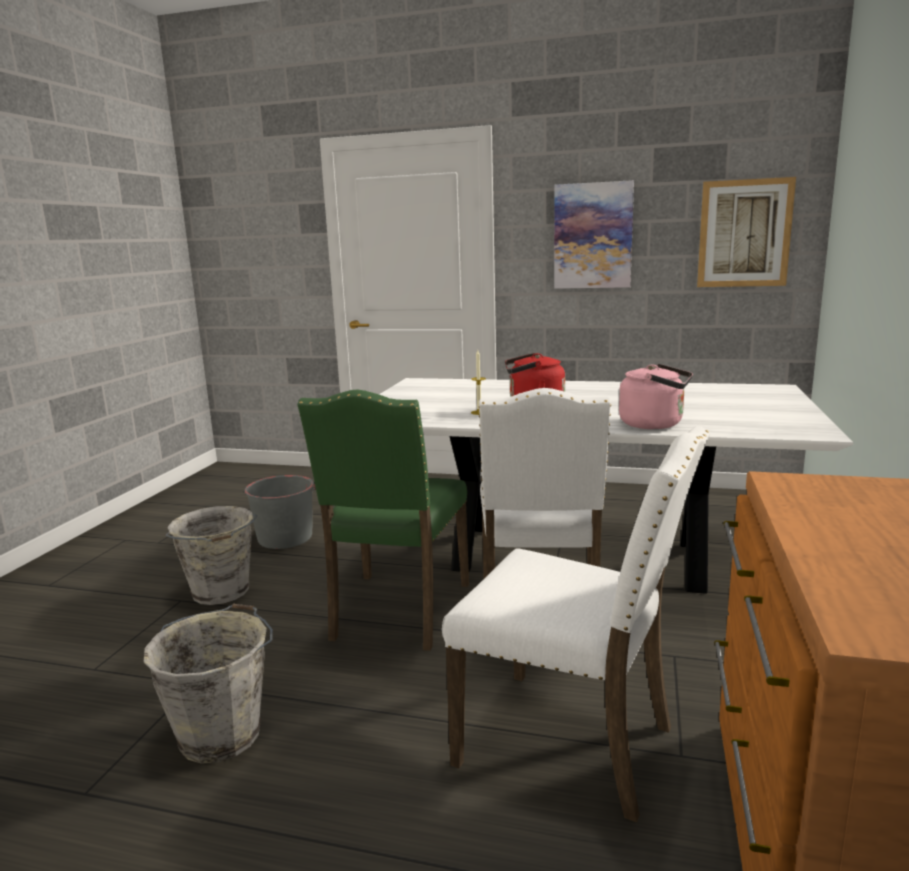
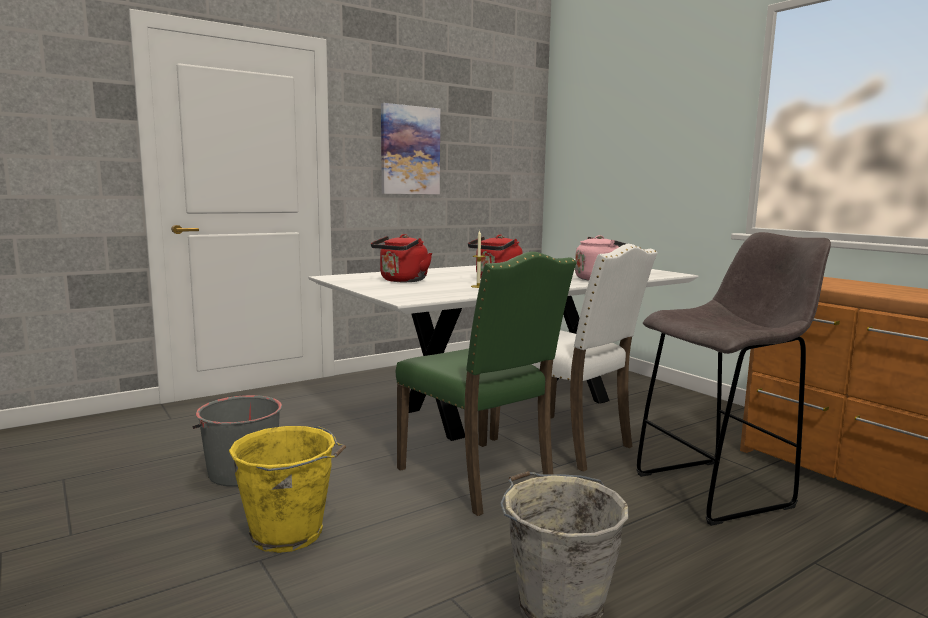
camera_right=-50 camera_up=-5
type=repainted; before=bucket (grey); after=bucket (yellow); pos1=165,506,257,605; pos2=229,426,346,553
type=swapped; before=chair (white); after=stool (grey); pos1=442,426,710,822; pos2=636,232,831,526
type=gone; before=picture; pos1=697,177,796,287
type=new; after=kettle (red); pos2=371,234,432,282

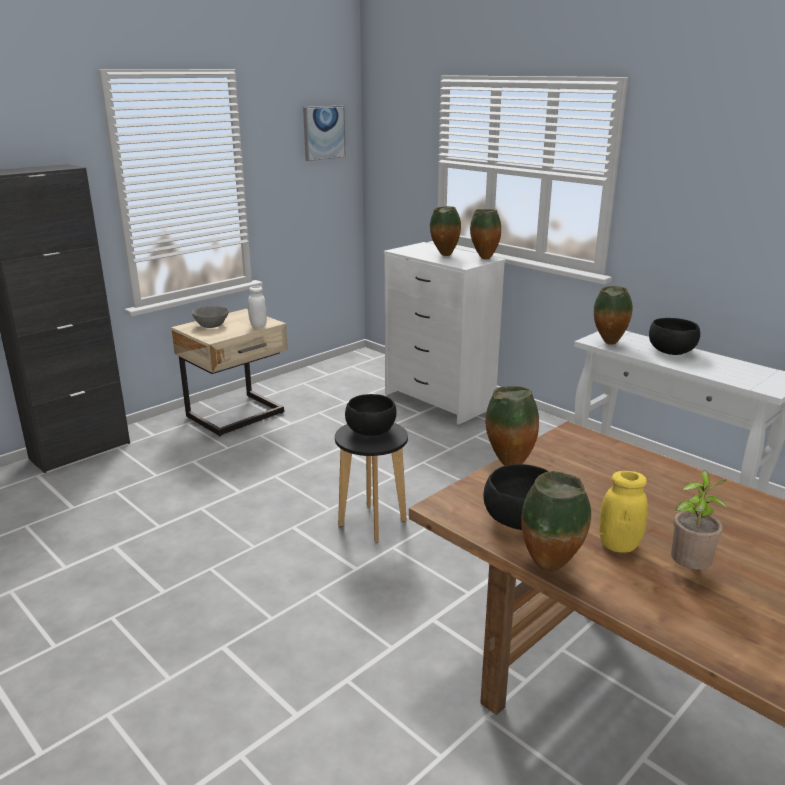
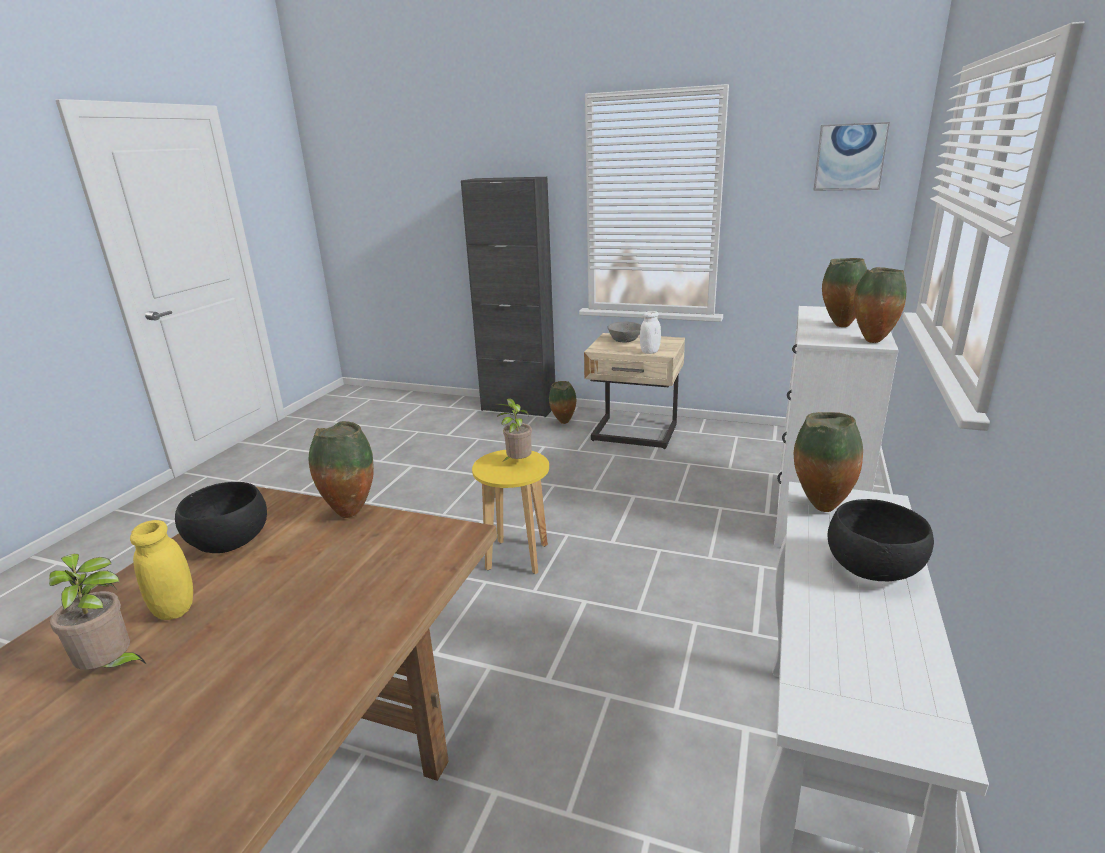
camera_right=65 camera_up=0
type=repainted; before=stool (black); after=stool (yellow); pos1=335,423,408,543; pos2=472,450,549,574
type=swapped; before=bowl (black); after=potted plant; pos1=345,394,397,436; pos2=497,398,532,462
type=shifted; before=vase; pos1=521,471,591,573; pos2=549,381,576,424

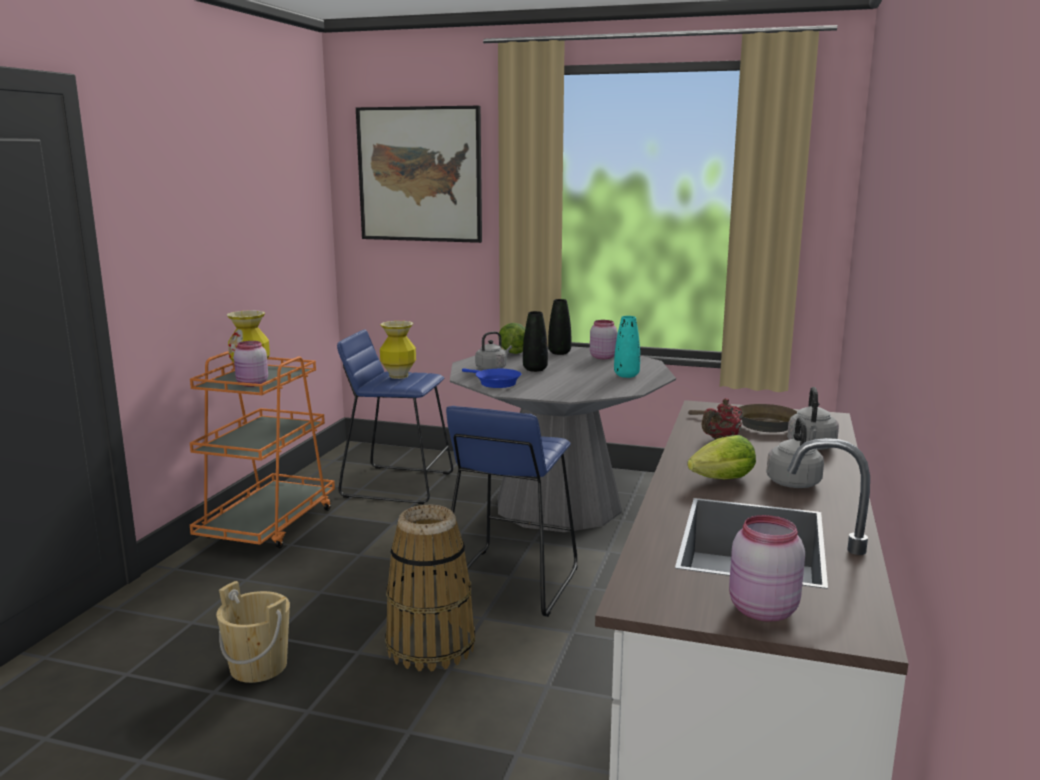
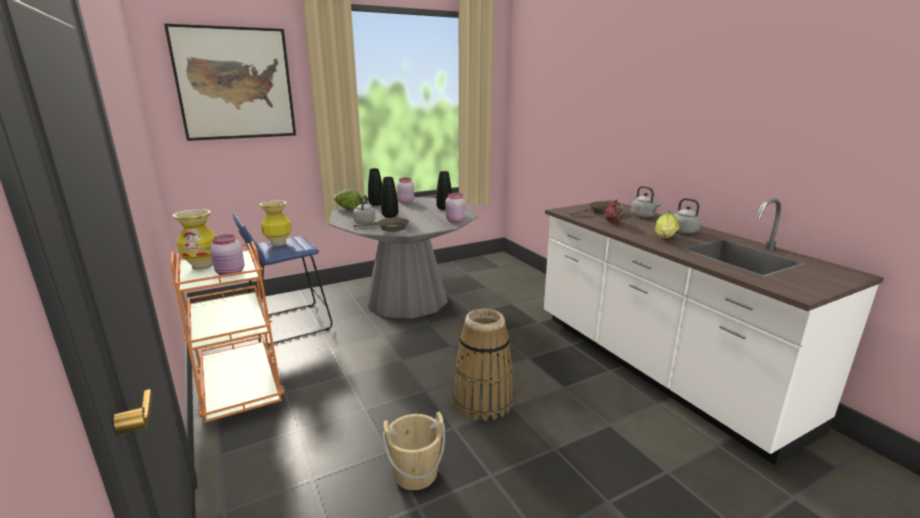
camera_right=-45 camera_up=5
type=gone; before=stool (blue); pos1=444,406,578,617
type=repainted; before=frying pan (blue); after=frying pan (brown); pos1=462,368,521,388; pos2=354,218,409,232
type=repainted; before=vase (turquoise); after=vase (black); pos1=614,316,640,378; pos2=436,171,452,210
type=shifted; before=jar (pink); pos1=729,515,805,622; pos2=445,193,466,223

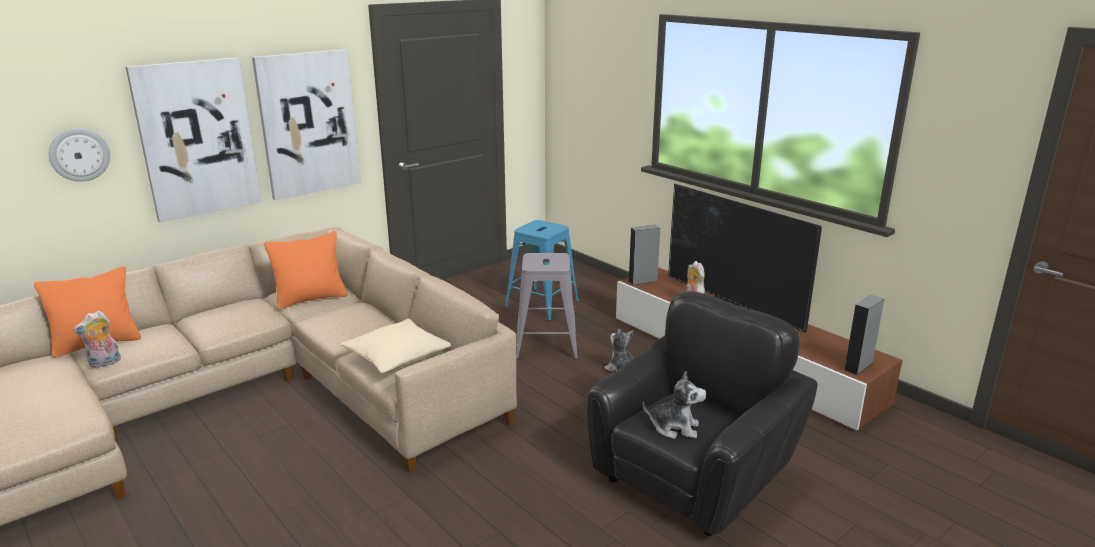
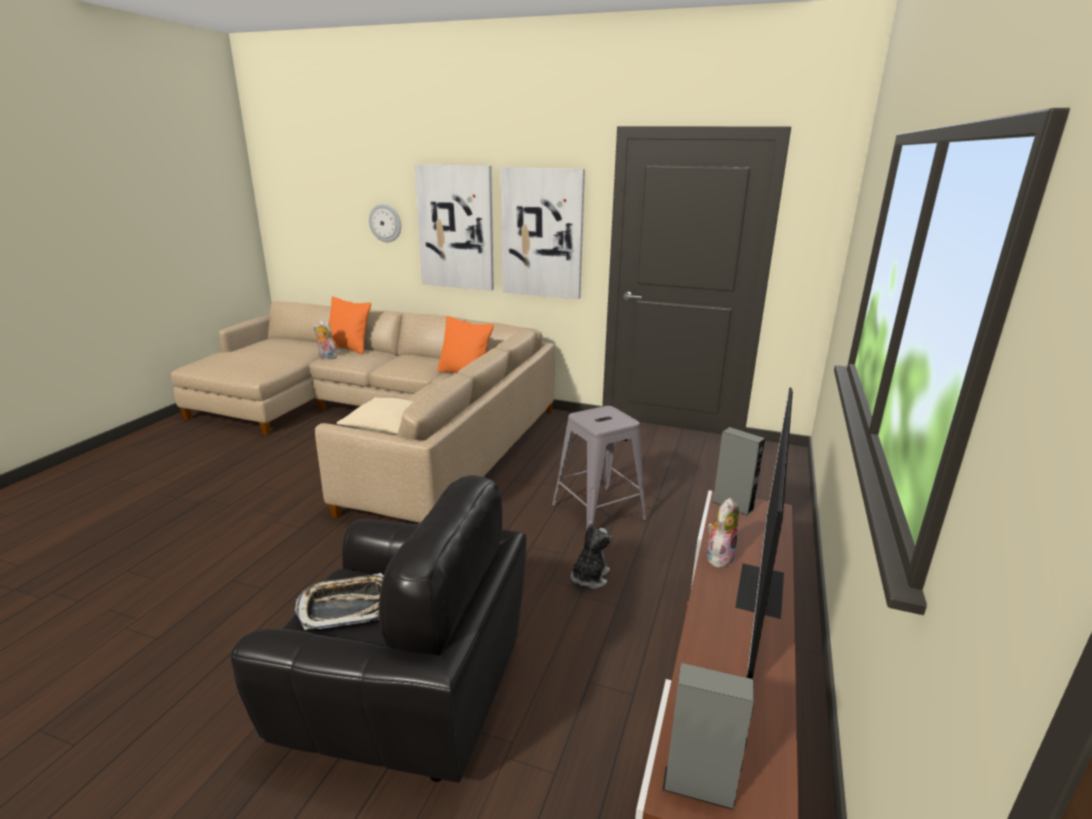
camera_right=60 camera_up=0
type=gone; before=stool (blue); pos1=505,220,579,321
type=swapped; before=plush toy; after=tray; pos1=643,371,707,439; pos2=295,573,384,630

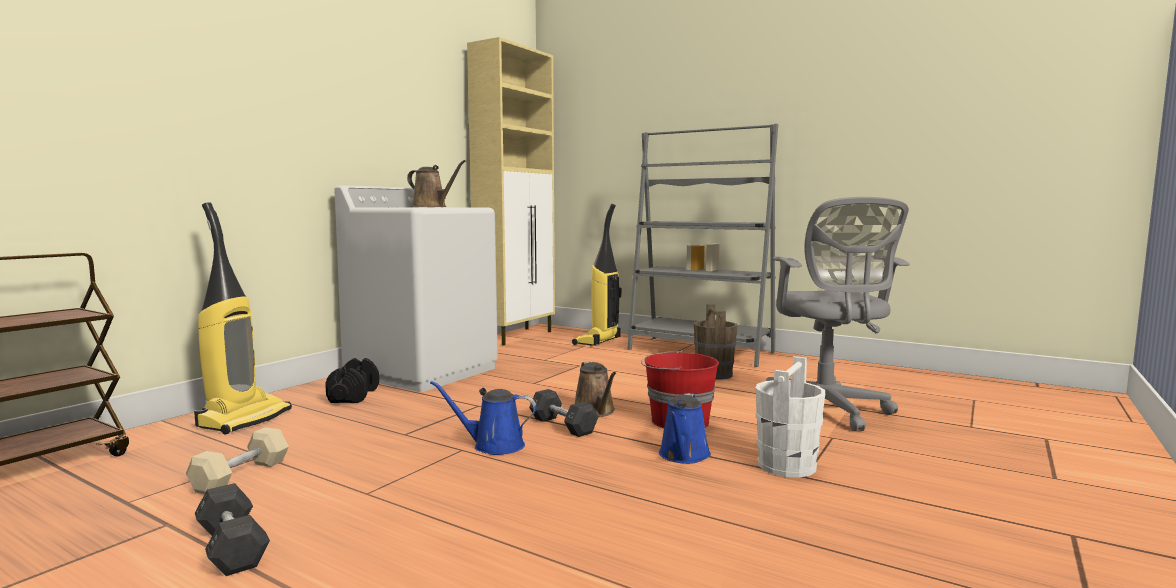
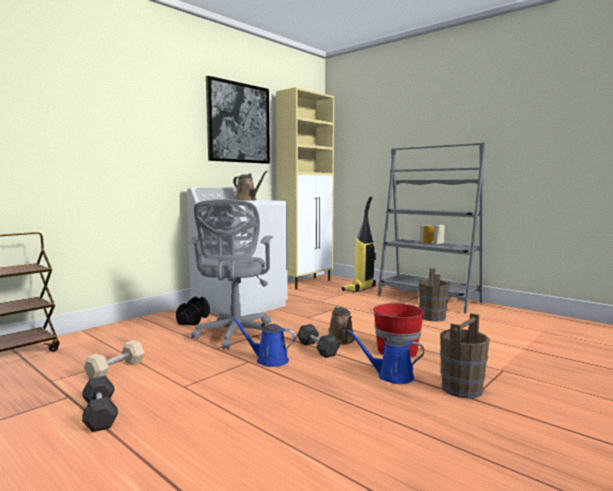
camera_right=10 camera_up=0
type=gone; before=vacuum cleaner; pos1=194,202,292,435
type=rotated; before=watering can (blue); pos1=659,393,711,464; pos2=347,330,424,384; turn=75
type=repainted; before=bucket (white); after=bucket (brown); pos1=756,356,825,478; pos2=440,313,490,399
type=shifted; before=office chair (grey); pos1=766,197,910,431; pos2=188,199,273,350
type=new; after=picture; pos2=206,76,270,164

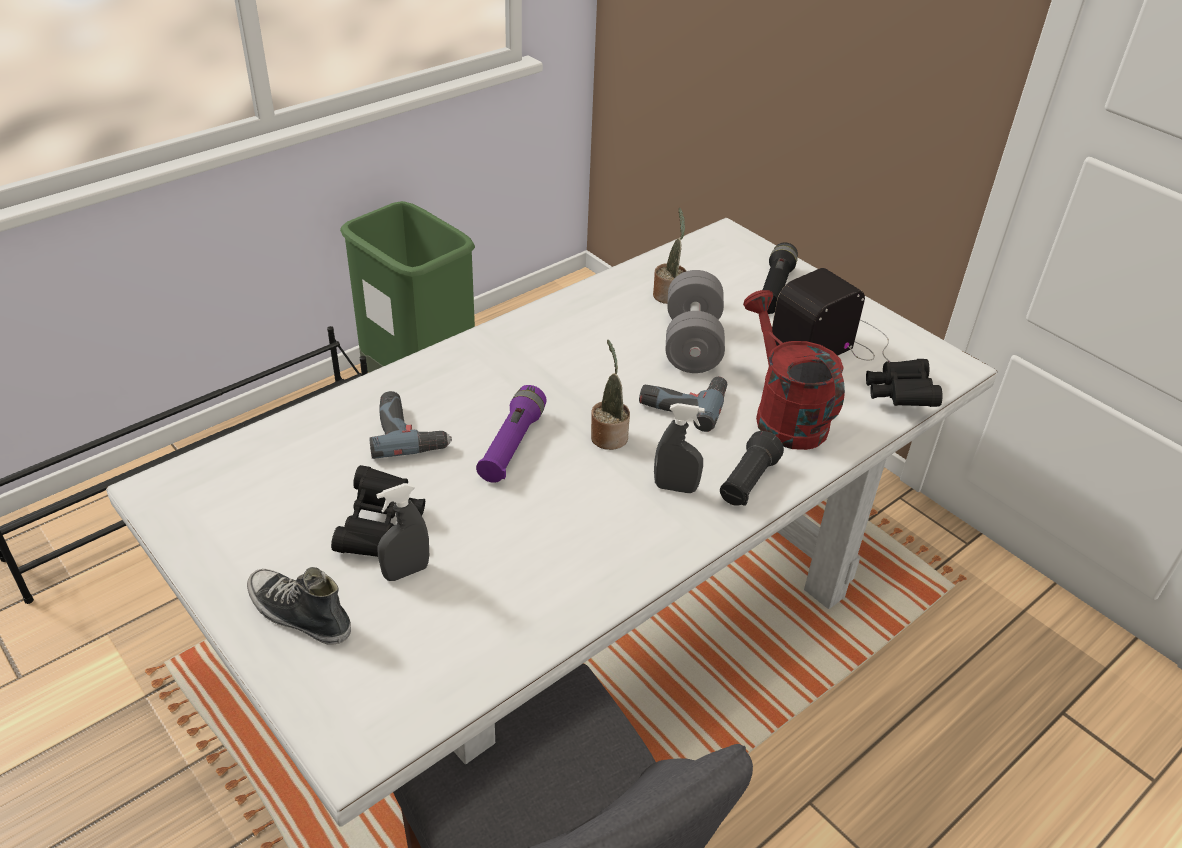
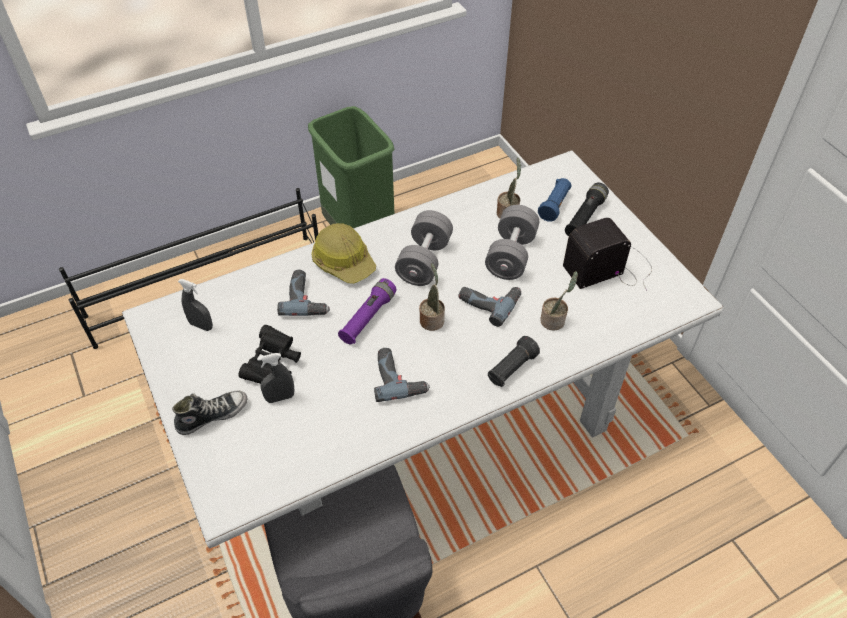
camera_right=15 camera_up=10
type=rotated; before=shoe; pos1=247,567,351,645; pos2=172,391,247,435; turn=105
type=shifted; before=spray bottle (grey); pos1=654,403,705,493; pos2=178,279,213,331
type=swapped; before=watering can (red); after=potted plant; pos1=743,290,845,450; pos2=540,271,578,331
type=gone; before=binoculars (black); pos1=866,359,943,407
type=new; after=hard hat; pos2=312,223,376,284
type=new; after=power drill; pos2=374,348,430,402
type=new; after=dumbbell (grey); pos2=395,210,453,286
type=new; after=flashlight (blue); pos2=538,178,571,222

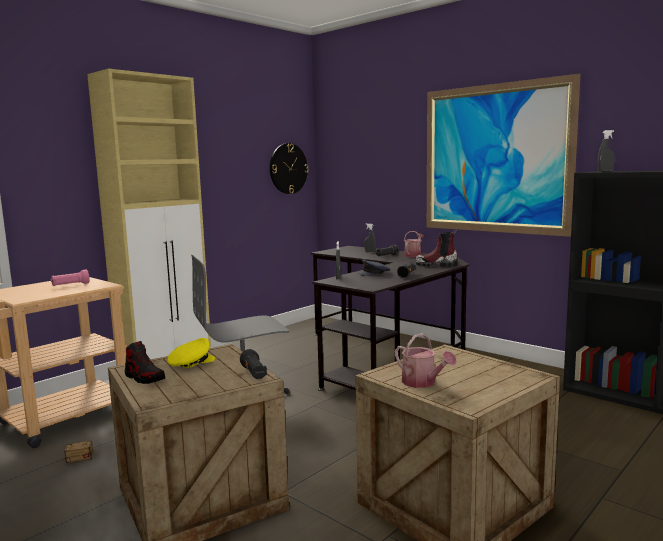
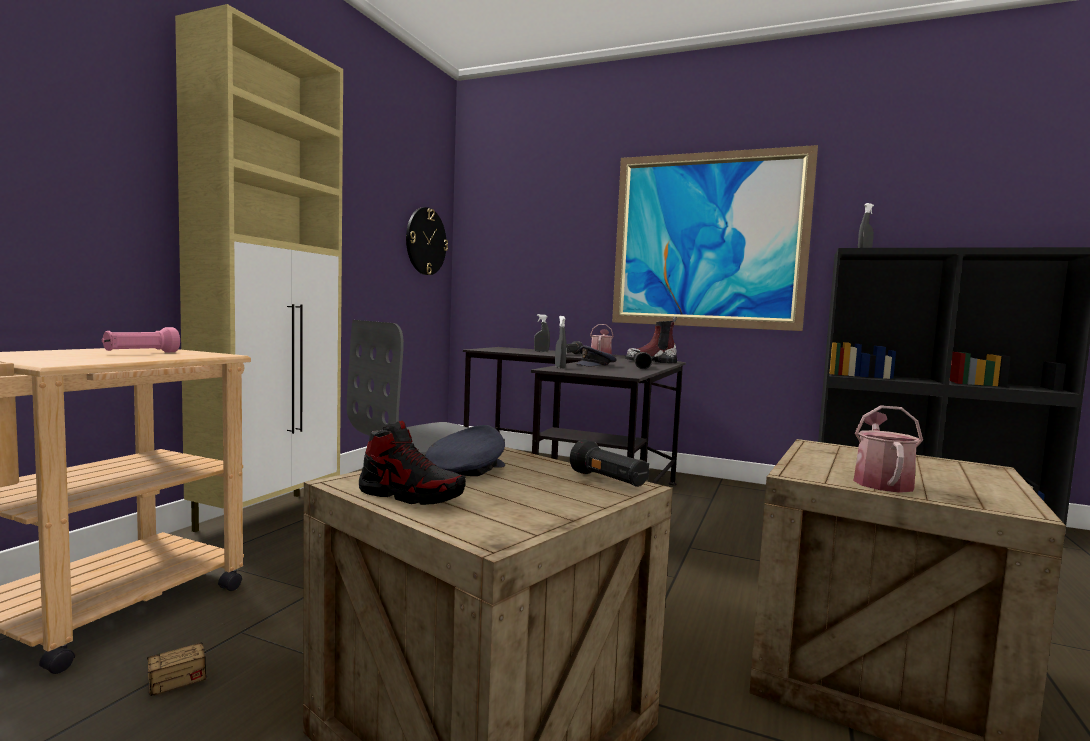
camera_right=-20 camera_up=-5
type=repainted; before=cap (yellow); after=cap (grey); pos1=167,338,215,368; pos2=425,425,505,476
type=rotated; before=watering can; pos1=395,333,457,388; pos2=854,405,923,493; turn=-105

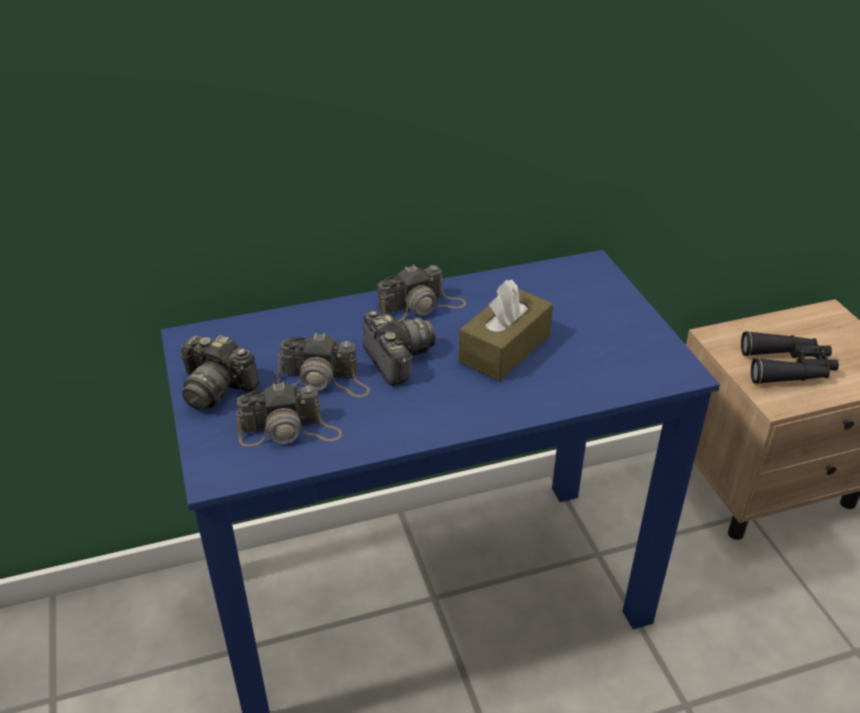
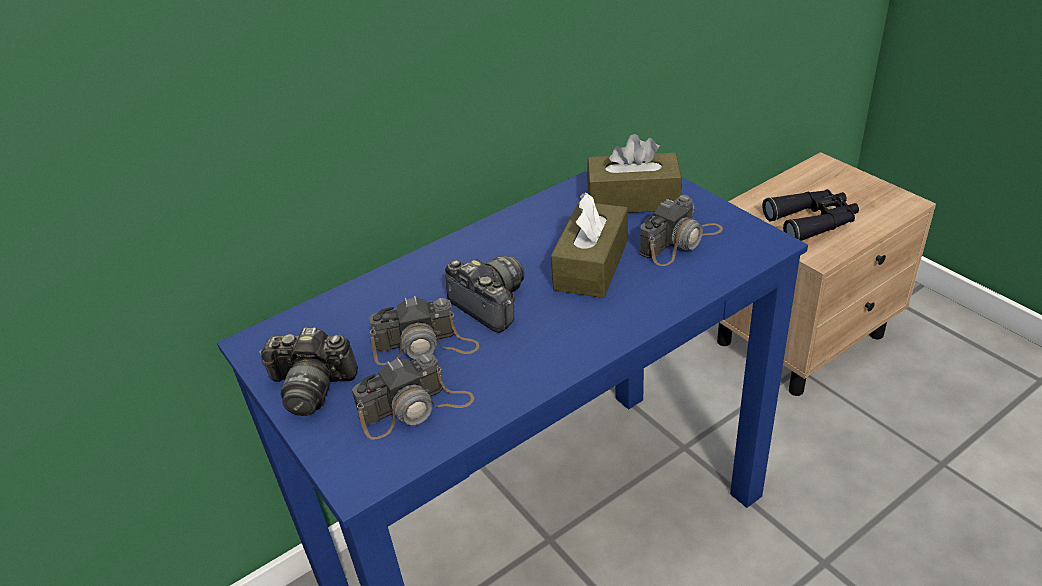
camera_right=-15 camera_up=0
type=shifted; before=photo camera; pos1=378,264,466,322; pos2=640,195,723,266
type=new; after=tissue box (brown); pos2=587,134,682,213

